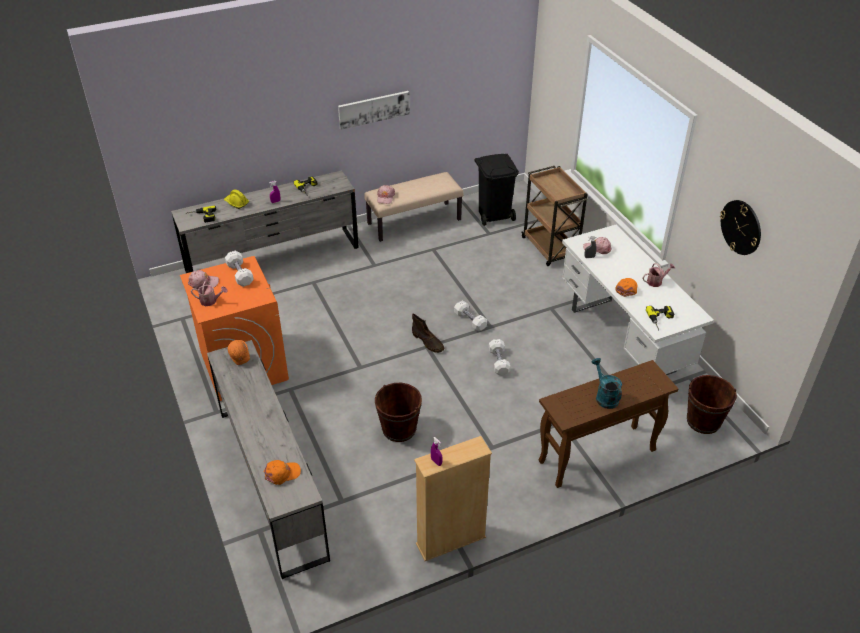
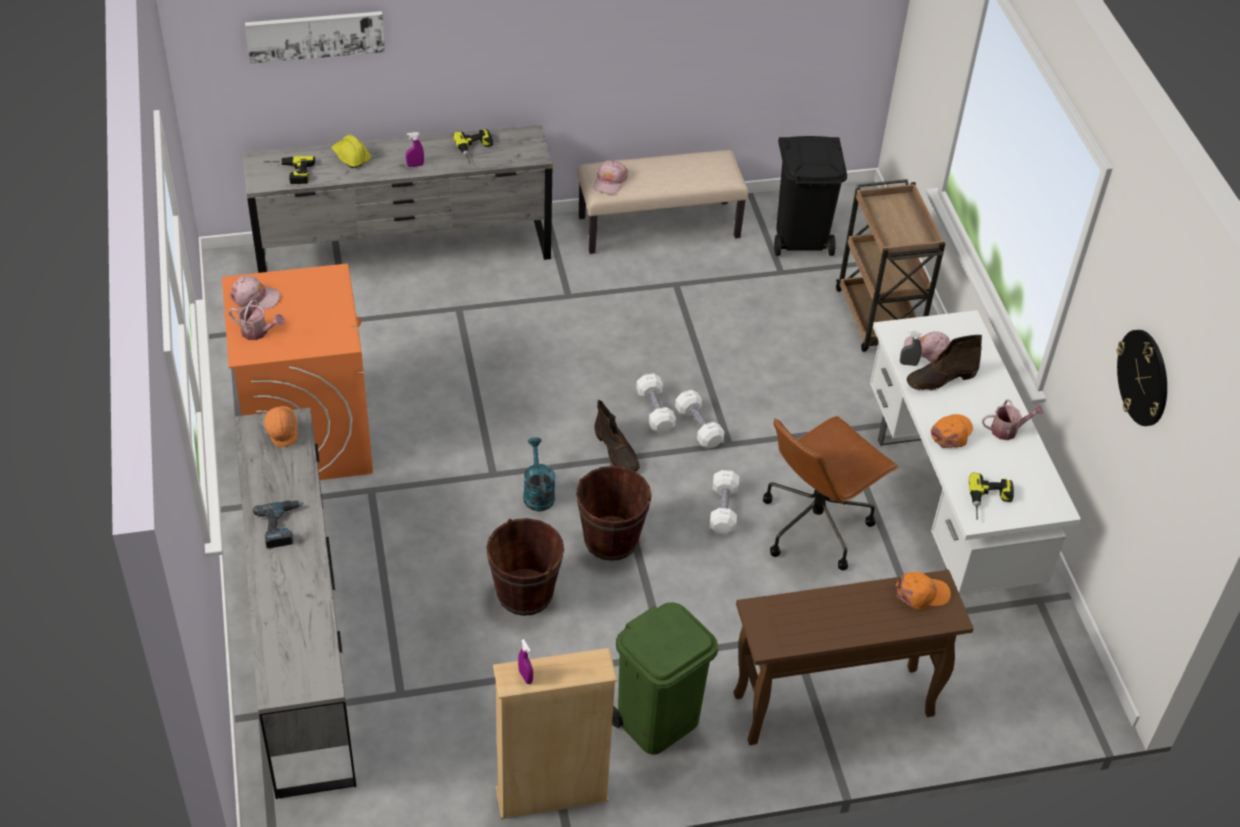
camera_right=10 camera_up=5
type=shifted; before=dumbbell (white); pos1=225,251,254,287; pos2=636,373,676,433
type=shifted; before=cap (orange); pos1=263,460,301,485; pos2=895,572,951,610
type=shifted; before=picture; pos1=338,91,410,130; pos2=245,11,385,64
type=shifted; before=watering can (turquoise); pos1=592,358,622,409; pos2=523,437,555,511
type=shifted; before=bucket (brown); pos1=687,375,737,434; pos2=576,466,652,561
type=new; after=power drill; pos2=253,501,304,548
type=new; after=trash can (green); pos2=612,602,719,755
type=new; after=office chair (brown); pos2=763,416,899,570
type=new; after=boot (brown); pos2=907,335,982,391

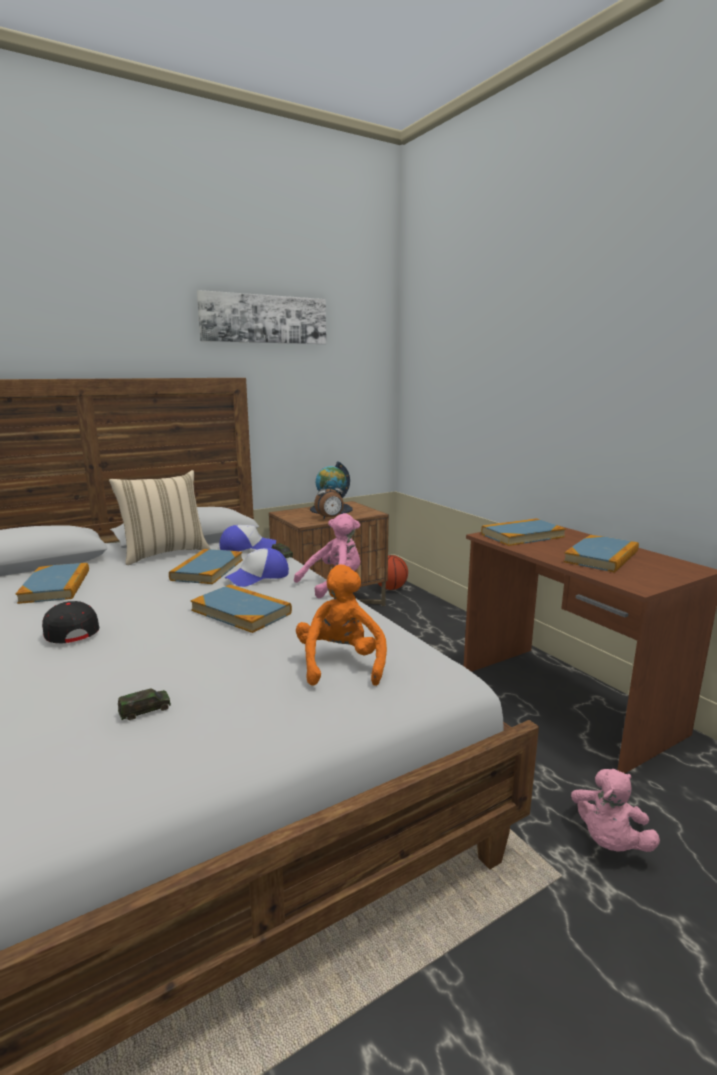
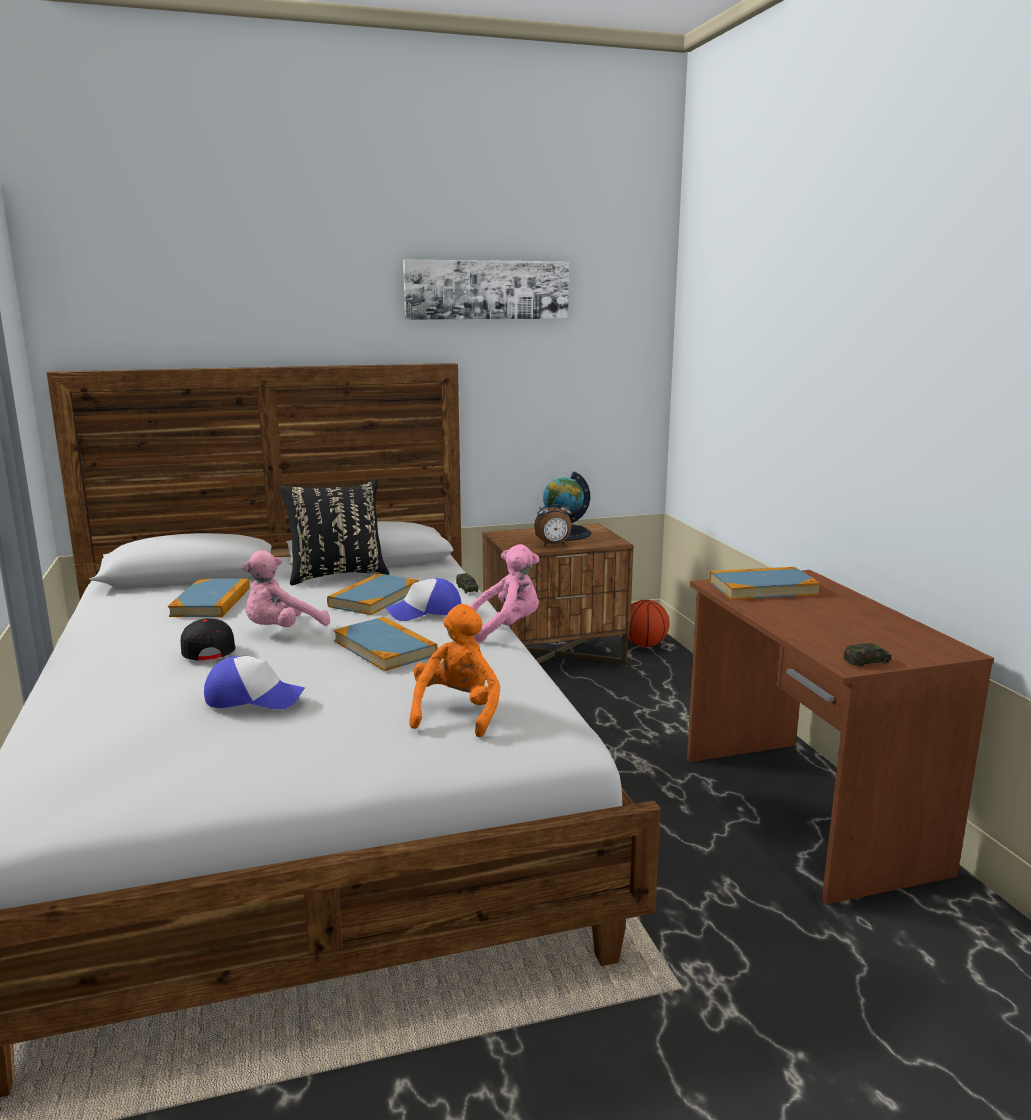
camera_right=15 camera_up=0
type=repainted; before=pillow (beige); after=pillow (black); pos1=109,470,210,565; pos2=280,479,389,585
type=shifted; before=toy car; pos1=118,688,171,720; pos2=843,643,892,667
type=shifted; before=cap; pos1=219,525,276,551; pos2=204,656,305,709
type=gone; before=book; pos1=564,535,639,573
type=shifted; before=plush toy (pink); pos1=571,769,660,852; pos2=242,550,330,627

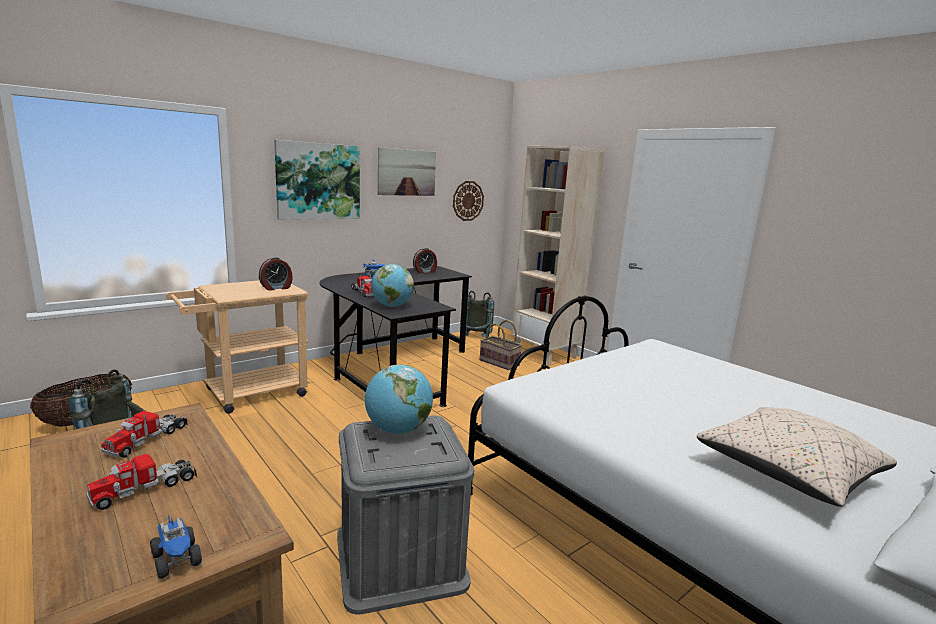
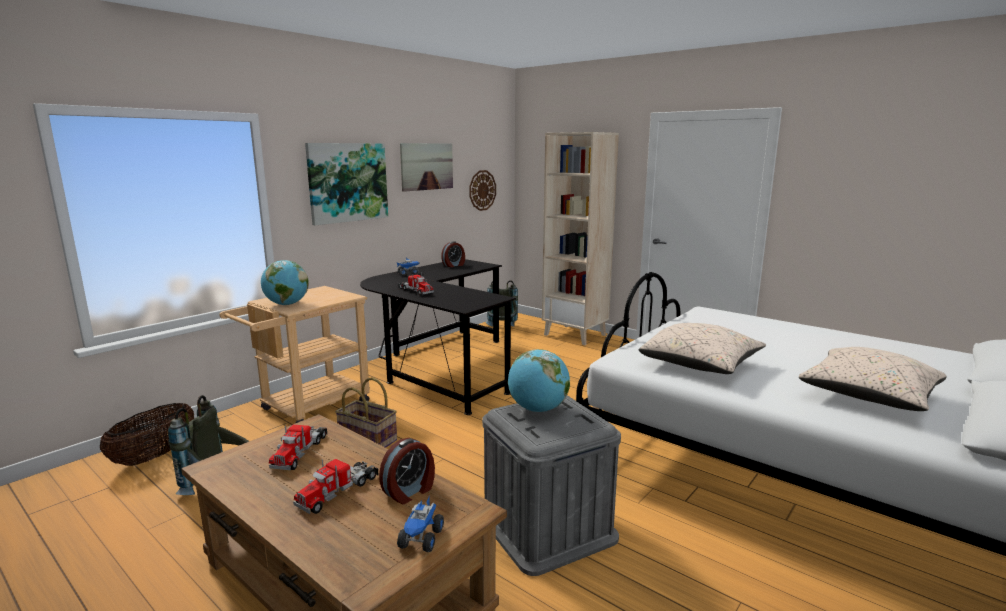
camera_right=-10 camera_up=0
type=rotated; before=toy truck; pos1=150,514,202,579; pos2=397,496,444,552; turn=60
type=shifted; before=alarm clock; pos1=259,257,293,291; pos2=379,438,435,504
type=shifted; before=globe; pos1=371,264,414,307; pos2=261,260,309,305
type=shifted; before=basket; pos1=480,320,522,370; pos2=335,377,397,448
type=new; after=pillow (beige); pos2=639,323,766,374

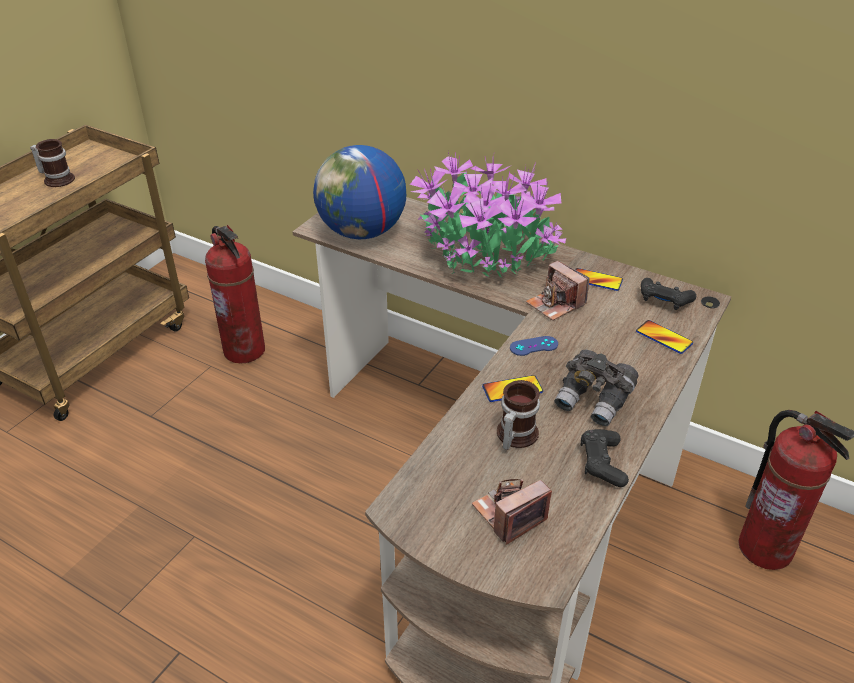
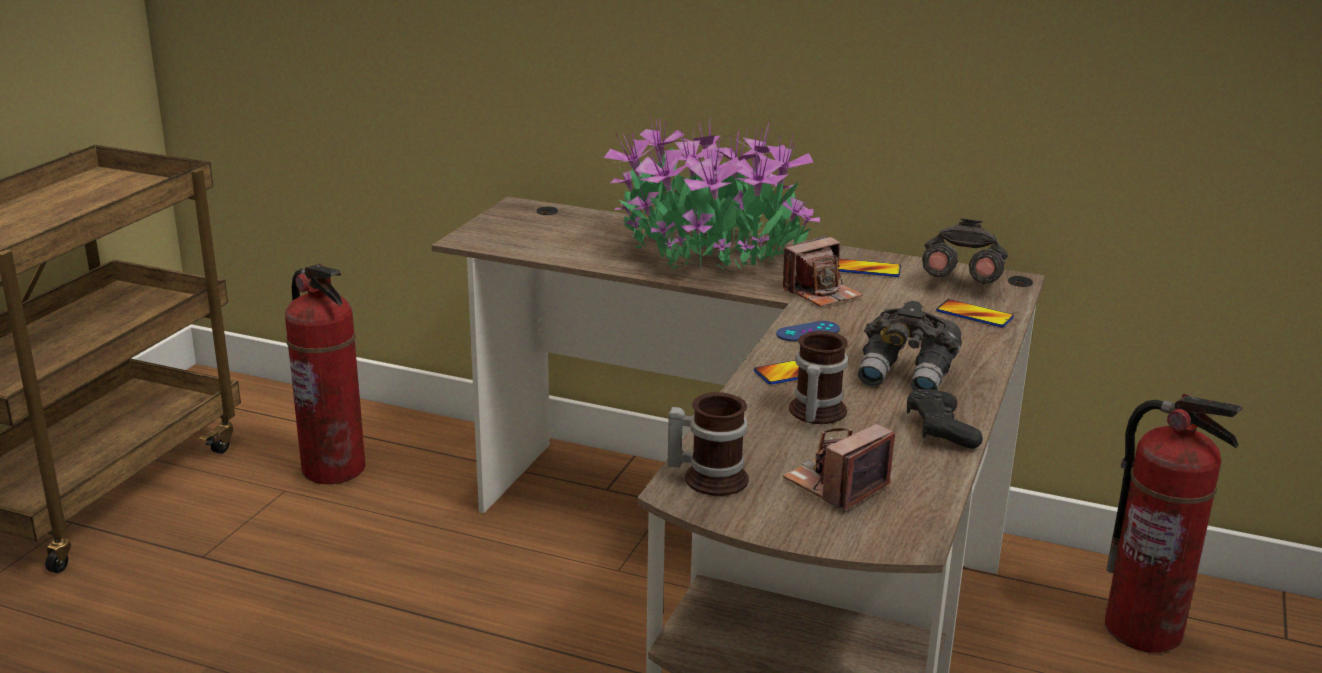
camera_right=-10 camera_up=-15
type=shifted; before=mug; pos1=30,139,75,187; pos2=668,392,749,496
type=gone; before=globe; pos1=313,145,406,239
type=rotated; before=photo camera; pos1=526,261,590,321; pos2=783,236,862,307; turn=-75
type=swapped; before=game controller (black); after=binoculars (grey); pos1=641,278,696,310; pos2=922,218,1008,284

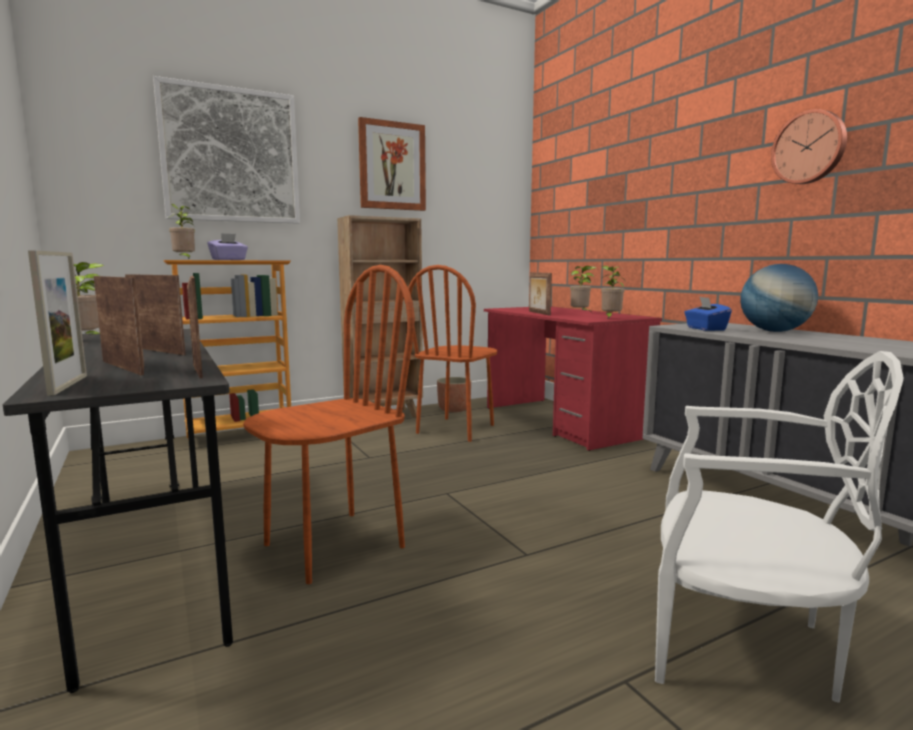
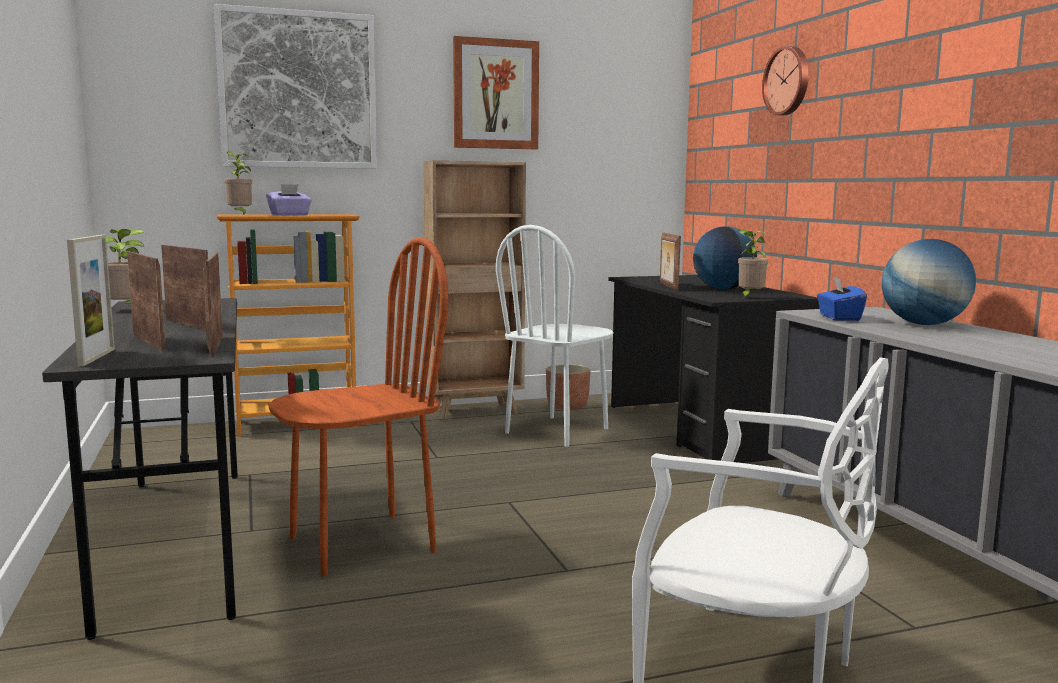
camera_right=10 camera_up=0
type=repainted; before=chair (brown); after=chair (white); pos1=408,265,497,442; pos2=496,225,614,447
type=repainted; before=desk (red); after=desk (black); pos1=484,307,662,451; pos2=608,275,820,463
type=swapped; before=potted plant; after=globe; pos1=570,266,596,312; pos2=693,226,757,289
type=shifted; before=wall clock; pos1=771,109,847,184; pos2=762,46,809,115

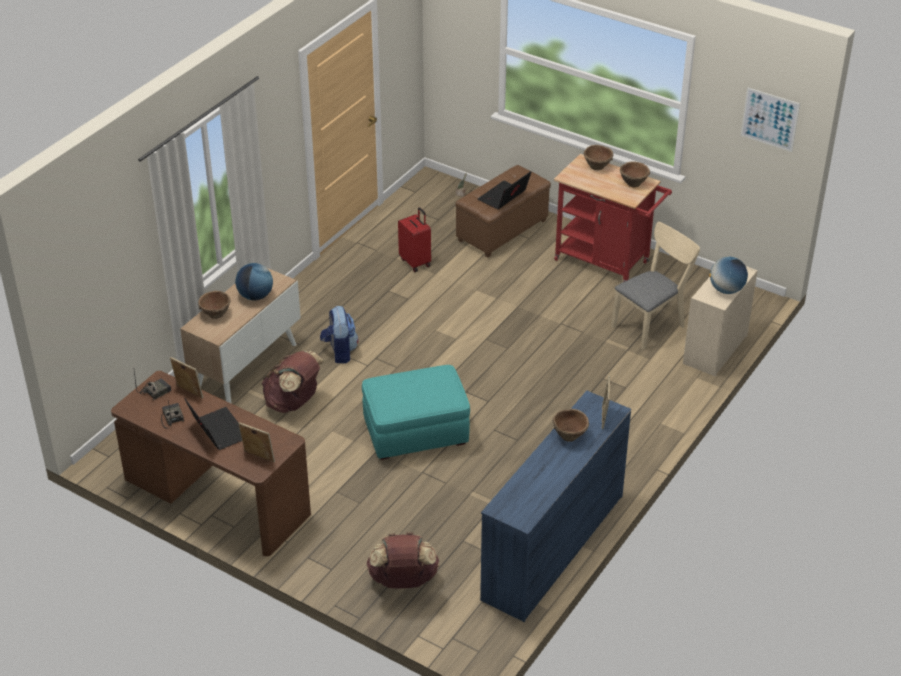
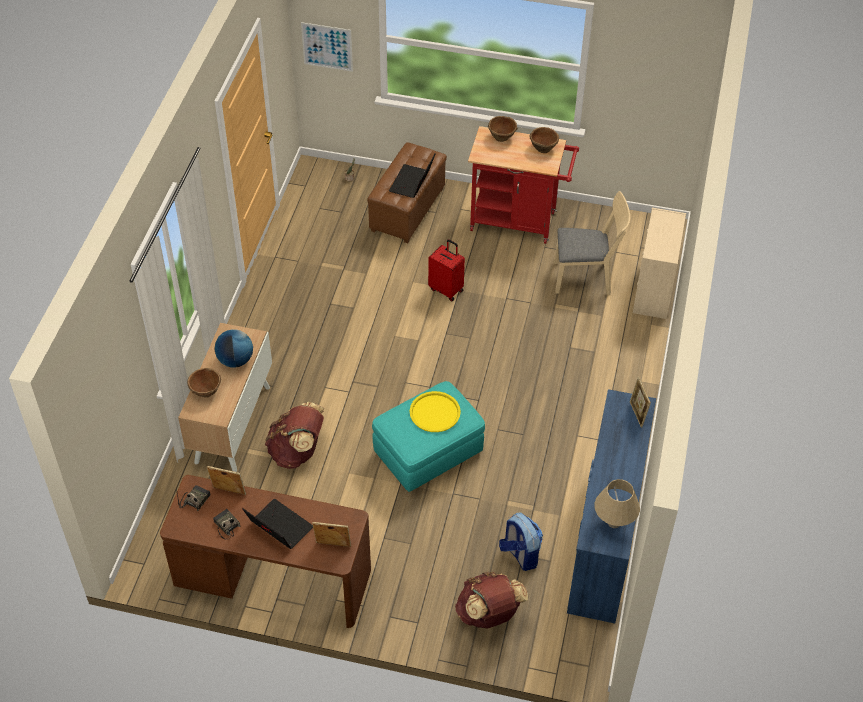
camera_right=-20 camera_up=10
type=shifted; before=backpack; pos1=320,306,358,363; pos2=499,513,543,571
type=shifted; before=suitcase (red); pos1=398,207,431,272; pos2=428,239,465,301
type=gone; before=bowl (brown); pos1=552,409,589,442
type=rotated; before=chair (beige); pos1=611,222,700,350; pos2=554,191,630,295; turn=60
type=gone; before=globe; pos1=709,257,748,294
type=shifted; before=picture; pos1=741,88,800,152; pos2=301,22,353,72
type=new; after=tray (yellow); pos2=410,391,461,432
type=new; after=table lamp (beige); pos2=595,479,640,528

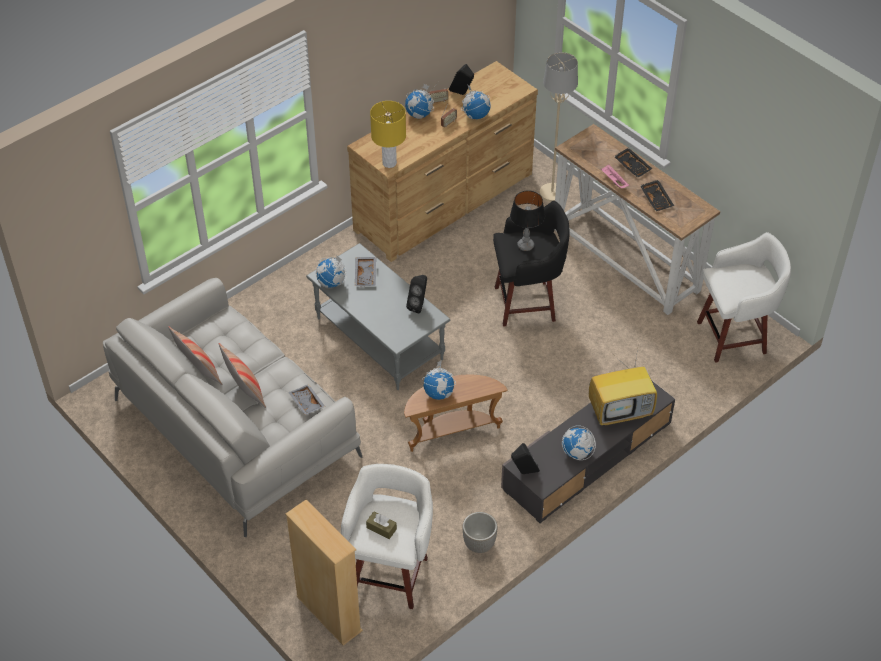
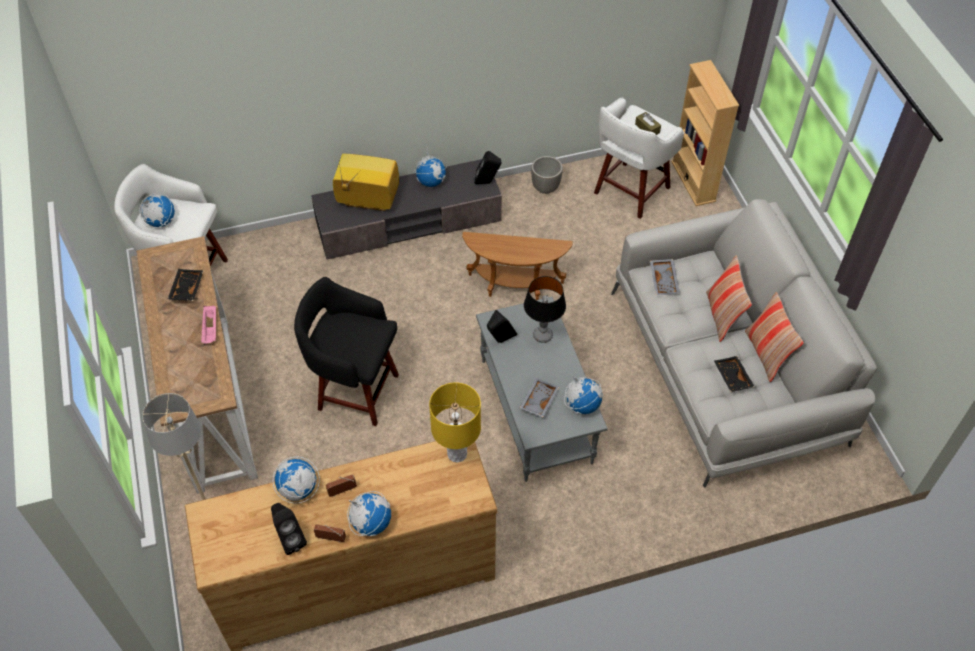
camera_right=-155 camera_up=5
type=shifted; before=globe; pos1=422,360,456,400; pos2=139,193,175,228
type=shifted; before=table lamp; pos1=510,190,545,251; pos2=524,276,566,343
type=shifted; before=tray (black); pos1=614,148,652,178; pos2=714,356,755,392

